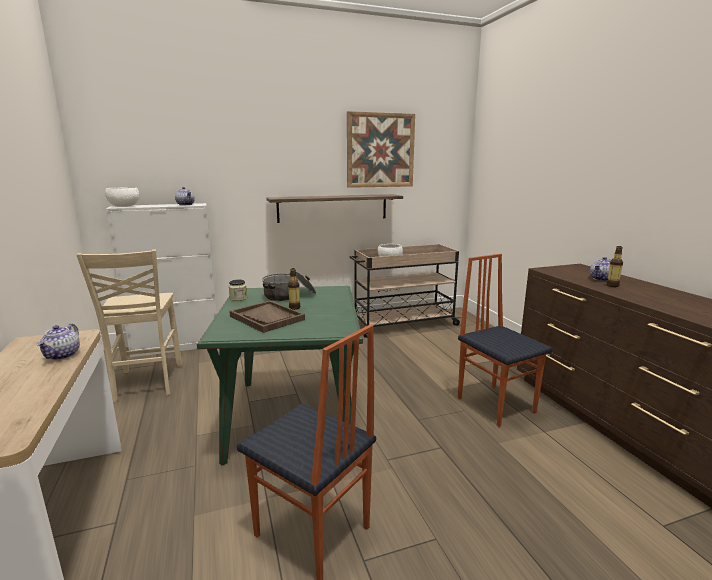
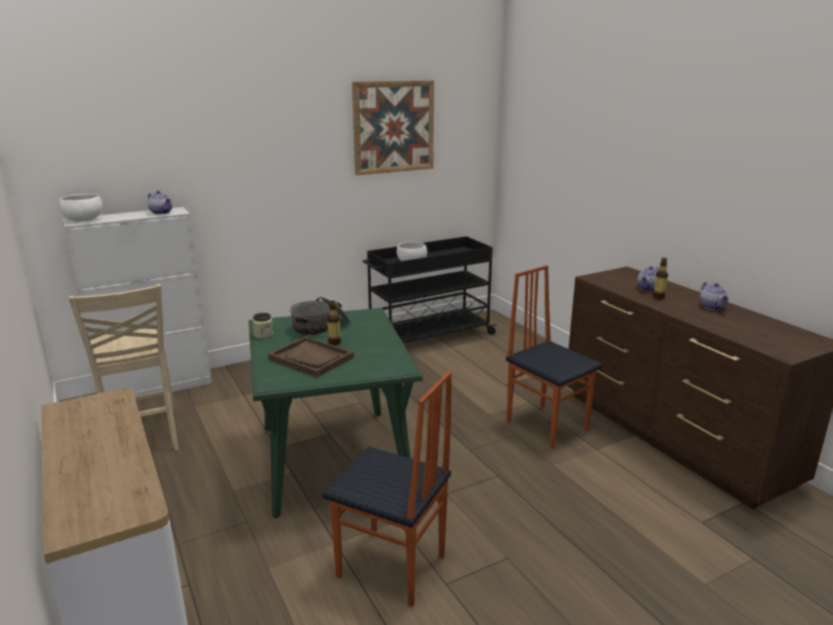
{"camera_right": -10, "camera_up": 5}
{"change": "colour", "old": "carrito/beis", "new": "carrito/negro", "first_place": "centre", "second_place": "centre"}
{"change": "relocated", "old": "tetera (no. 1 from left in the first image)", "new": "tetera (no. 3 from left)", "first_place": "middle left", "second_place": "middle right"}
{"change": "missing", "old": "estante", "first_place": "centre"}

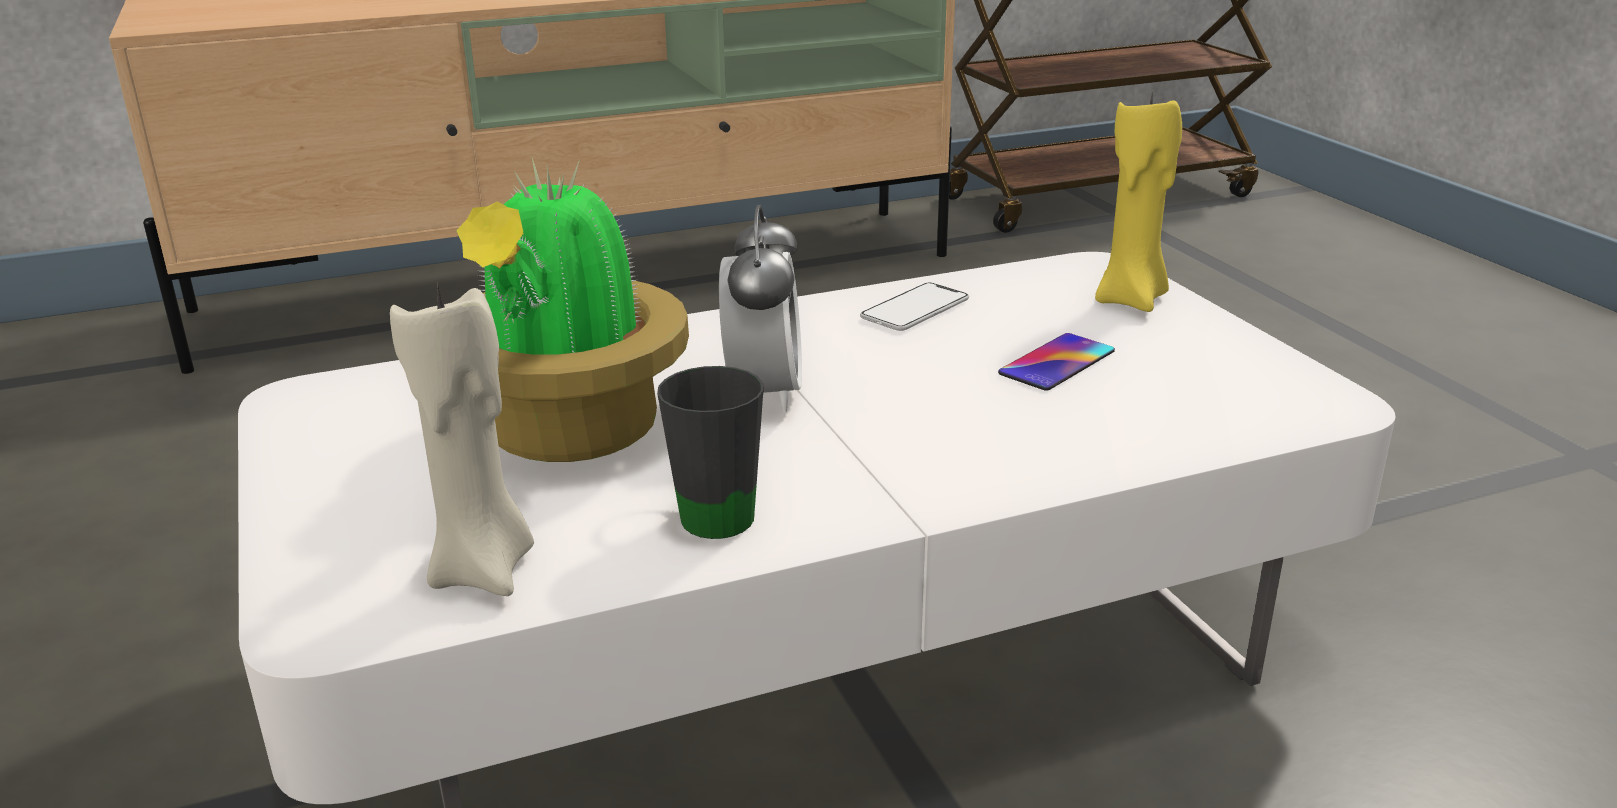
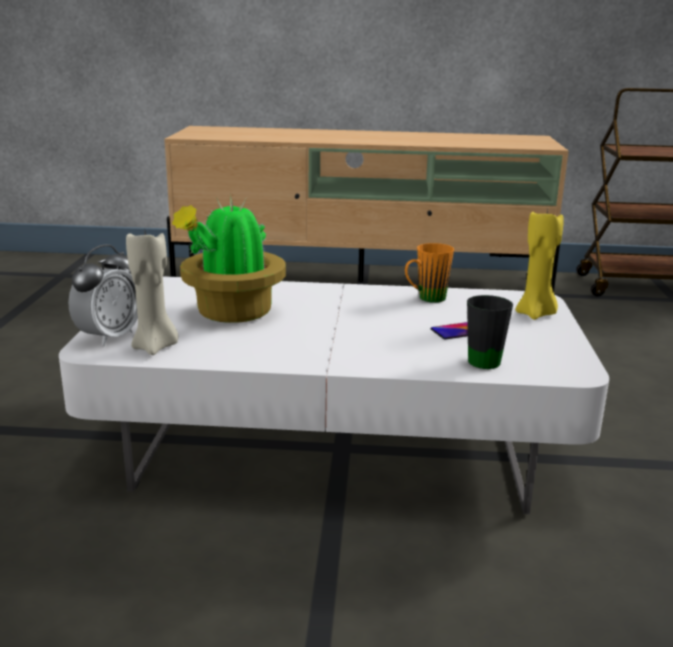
{"camera_right": 25, "camera_up": -5}
{"change": "relocated", "old": "despertador", "first_place": "centre", "second_place": "middle left"}
{"change": "exchanged", "old": "móvil (no. 1 from left)", "new": "taza grande/naranja", "first_place": "centre", "second_place": "centre"}
{"change": "relocated", "old": "taza grande/negro", "first_place": "centre", "second_place": "middle right"}

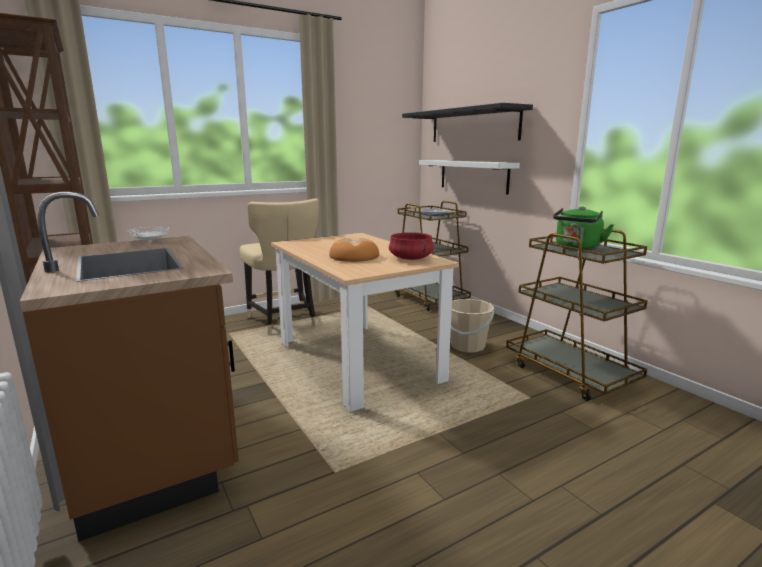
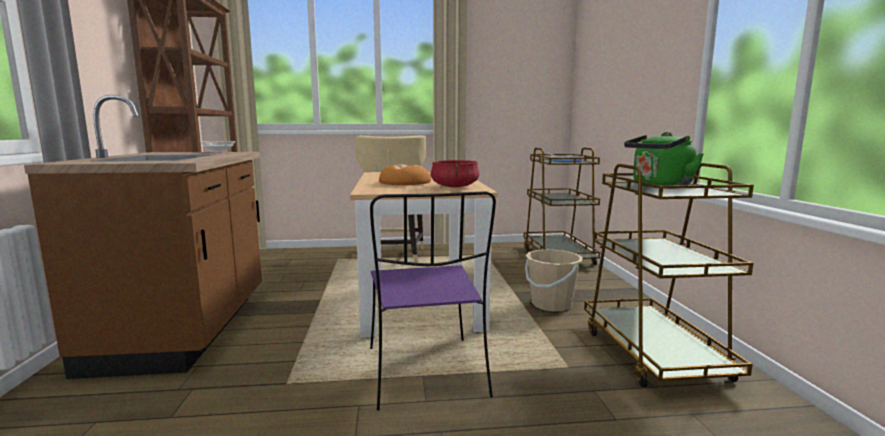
{"camera_right": 25, "camera_up": -5}
{"change": "appeared", "new": "silla/morado", "second_place": "bottom centre"}
{"change": "missing", "old": "estante/negro", "first_place": "top centre"}
{"change": "missing", "old": "estante/blanco", "first_place": "top centre"}

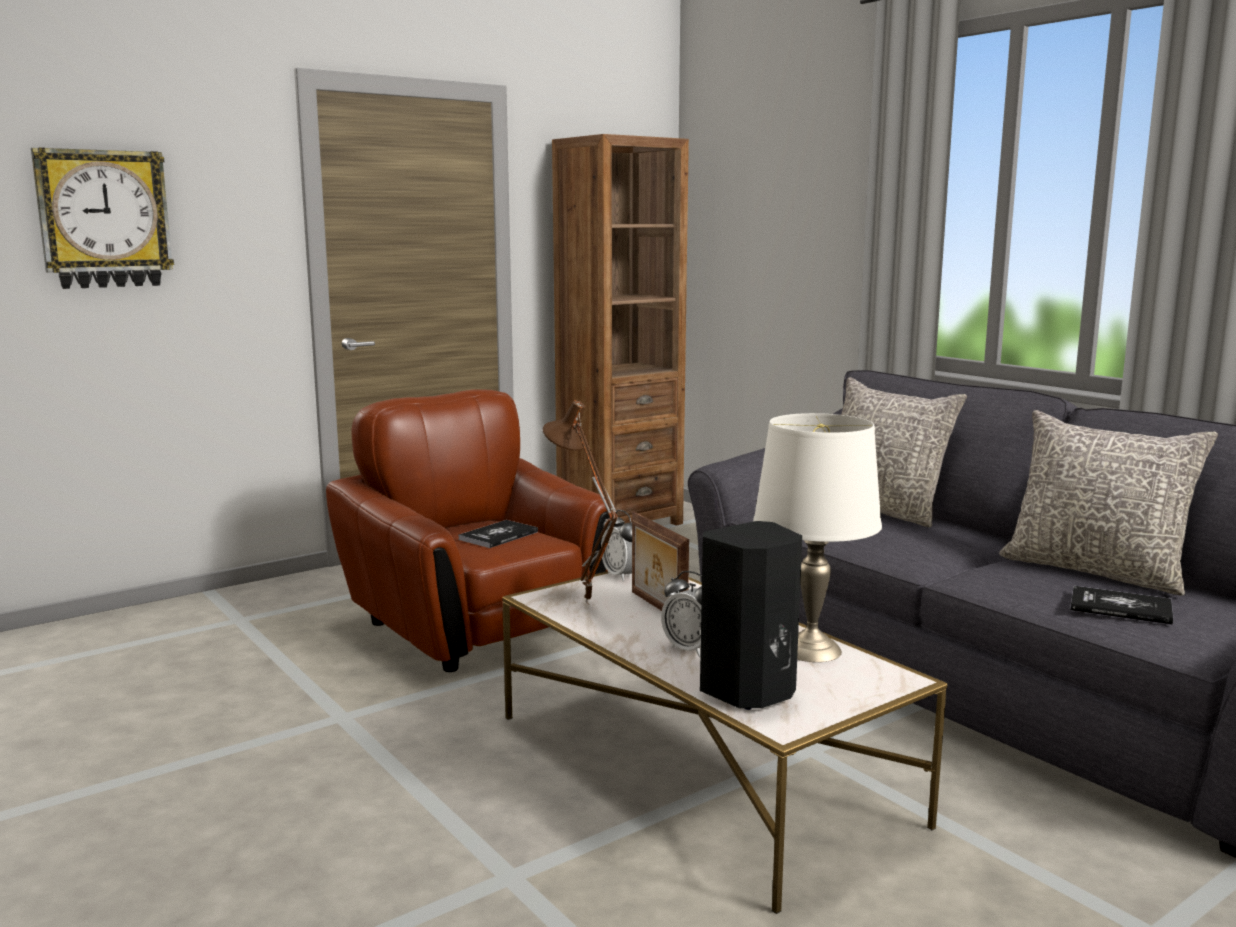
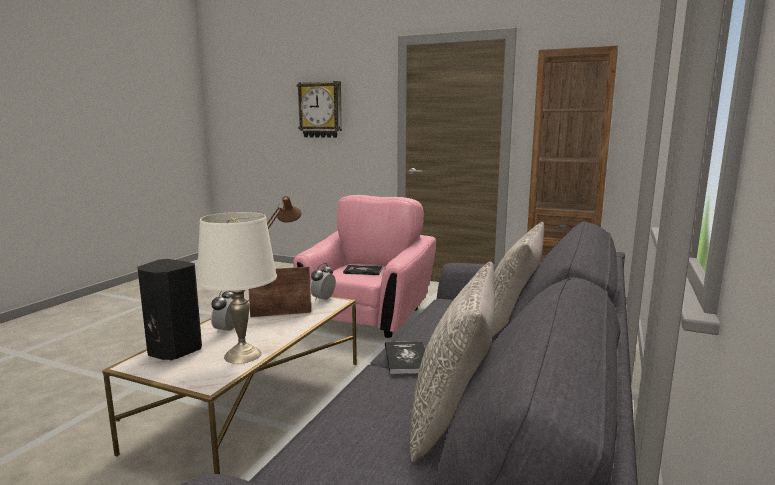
{"camera_right": 60, "camera_up": 0}
{"change": "spun", "old": "portarretratos", "first_place": "centre", "second_place": "centre", "degrees": 45}
{"change": "colour", "old": "sillón/marrón", "new": "sillón/rosa", "first_place": "centre", "second_place": "centre"}
{"change": "relocated", "old": "libro (no. 2 from left)", "first_place": "middle right", "second_place": "bottom centre"}

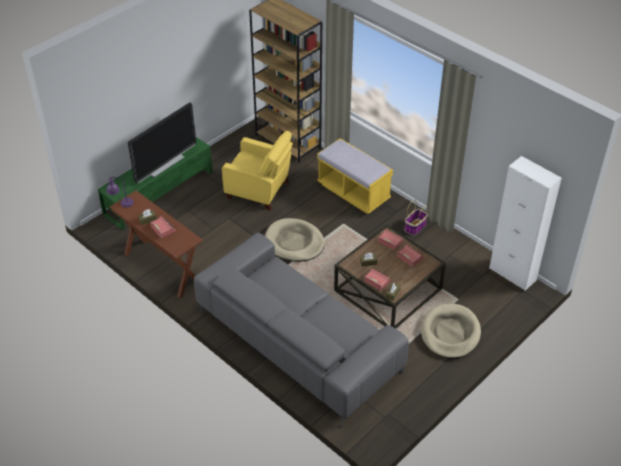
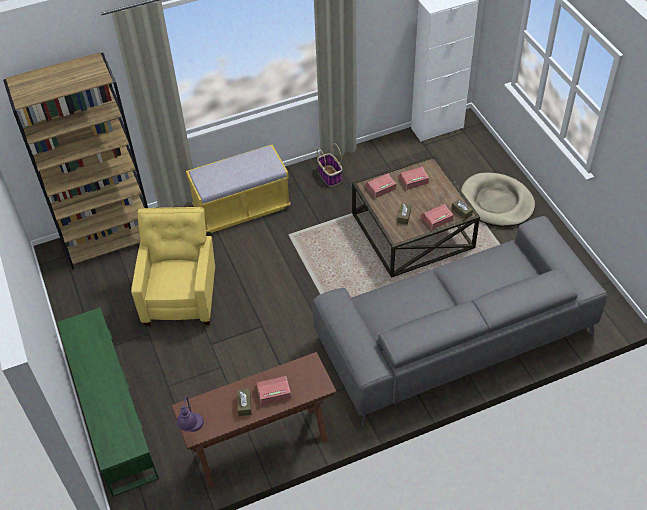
{"camera_right": -65, "camera_up": 5}
{"change": "spun", "old": "sillón/amarillo", "first_place": "centre", "second_place": "middle left", "degrees": -45}
{"change": "missing", "old": "televisor", "first_place": "top left"}
{"change": "missing", "old": "cama para perro/beis (no. 1 from left)", "first_place": "centre"}

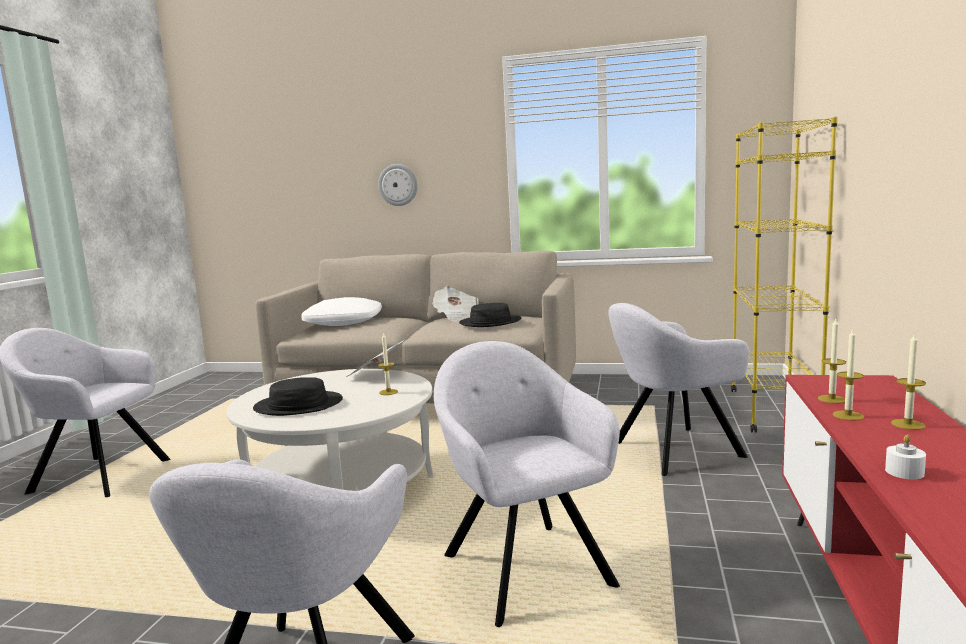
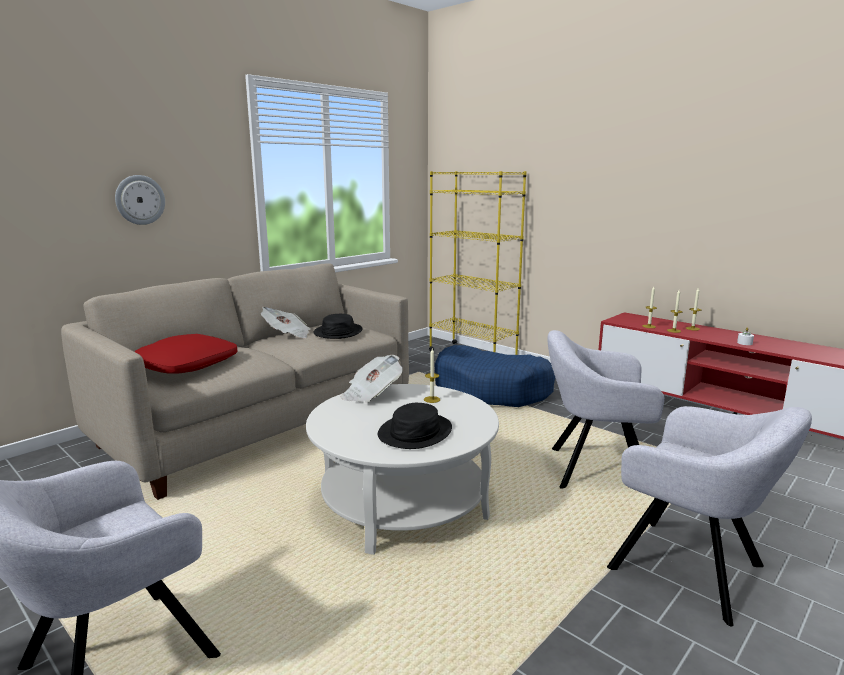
{"camera_right": -60, "camera_up": 5}
{"change": "colour", "old": "cojín/blanco", "new": "cojín/rojo", "first_place": "centre", "second_place": "middle left"}
{"change": "exchanged", "old": "sillón/gris (no. 4 from left)", "new": "cama para perro/azul", "first_place": "middle right", "second_place": "centre"}

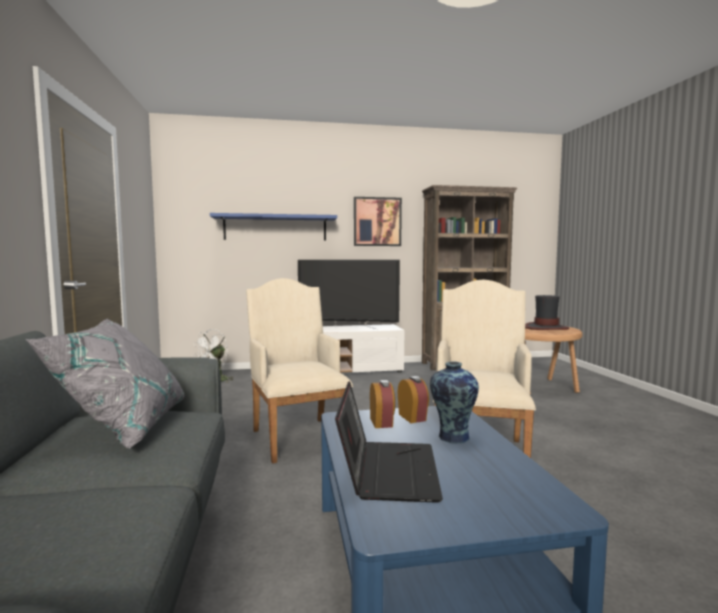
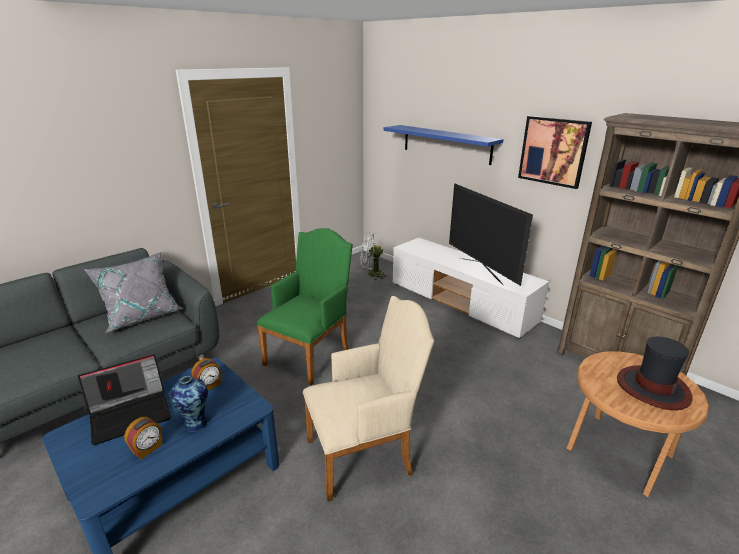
{"camera_right": 55, "camera_up": 20}
{"change": "relocated", "old": "despertador (no. 2 from left in the first image)", "new": "despertador (no. 1 from left)", "first_place": "centre", "second_place": "bottom left"}
{"change": "colour", "old": "sillón/beis (no. 1 from left)", "new": "sillón/verde", "first_place": "centre", "second_place": "centre"}

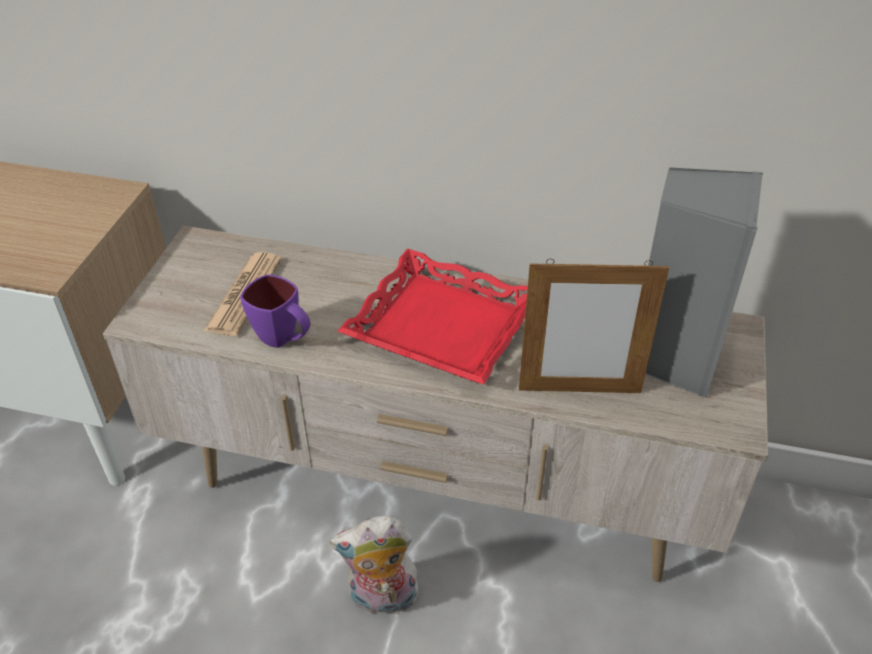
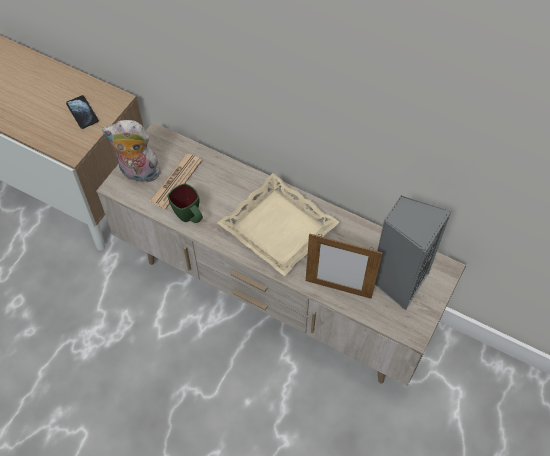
{"camera_right": 15, "camera_up": 15}
{"change": "appeared", "new": "móvil", "second_place": "top left"}
{"change": "relocated", "old": "peluche", "first_place": "bottom centre", "second_place": "middle left"}
{"change": "colour", "old": "taza grande/morado", "new": "taza grande/verde", "first_place": "middle left", "second_place": "centre"}
{"change": "colour", "old": "bandeja/rojo", "new": "bandeja/beis", "first_place": "centre", "second_place": "centre"}

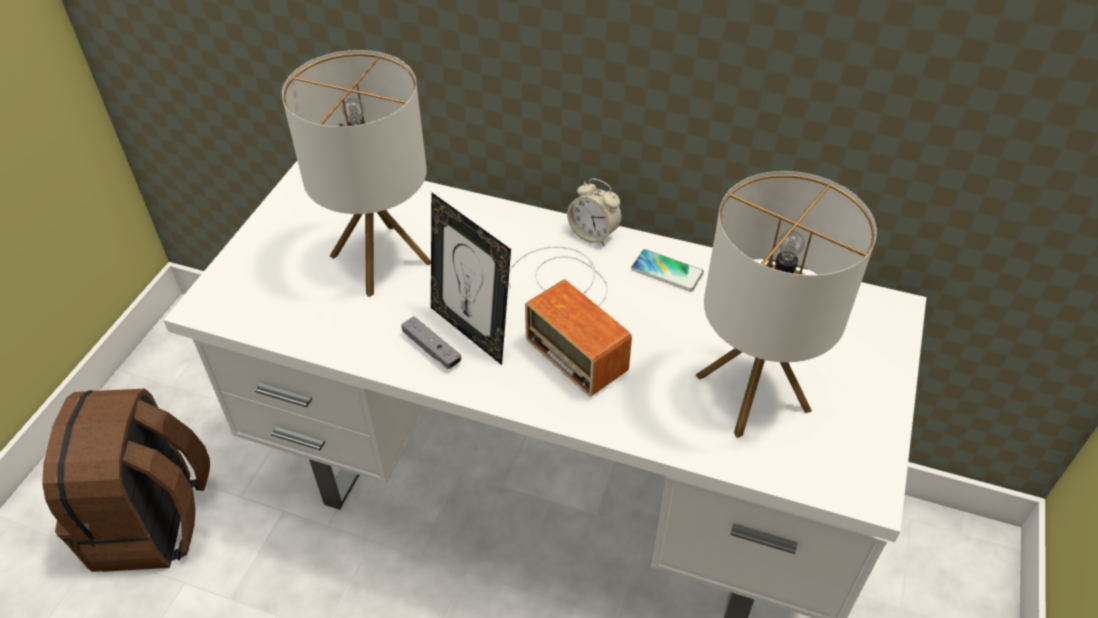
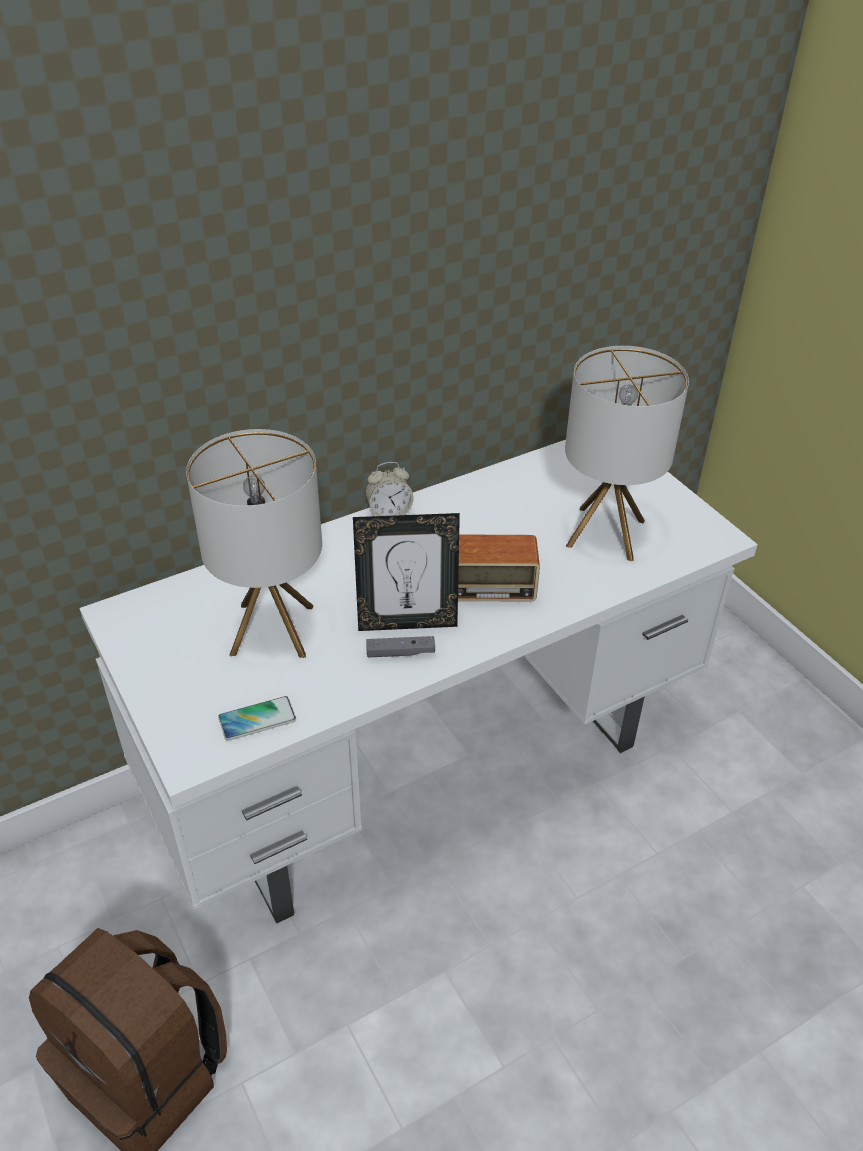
{"camera_right": -50, "camera_up": -5}
{"change": "relocated", "old": "móvil", "first_place": "centre", "second_place": "middle left"}

